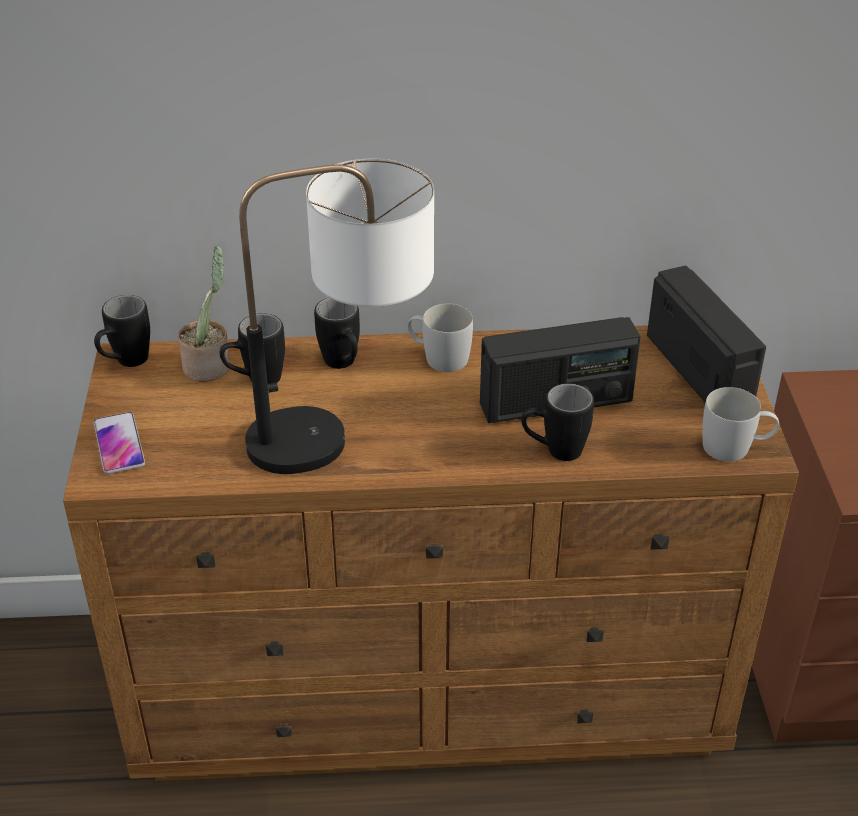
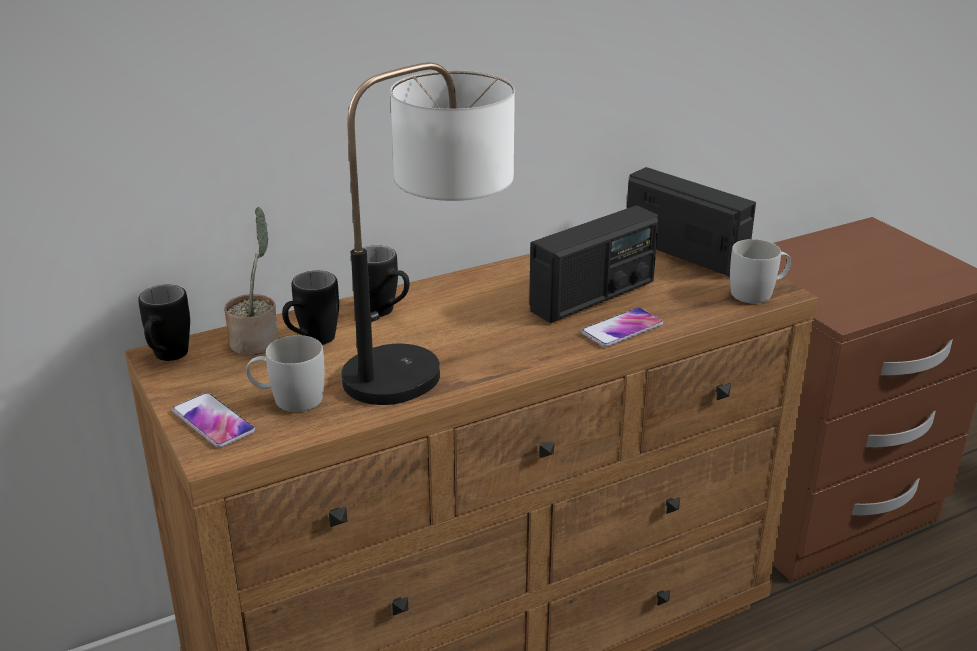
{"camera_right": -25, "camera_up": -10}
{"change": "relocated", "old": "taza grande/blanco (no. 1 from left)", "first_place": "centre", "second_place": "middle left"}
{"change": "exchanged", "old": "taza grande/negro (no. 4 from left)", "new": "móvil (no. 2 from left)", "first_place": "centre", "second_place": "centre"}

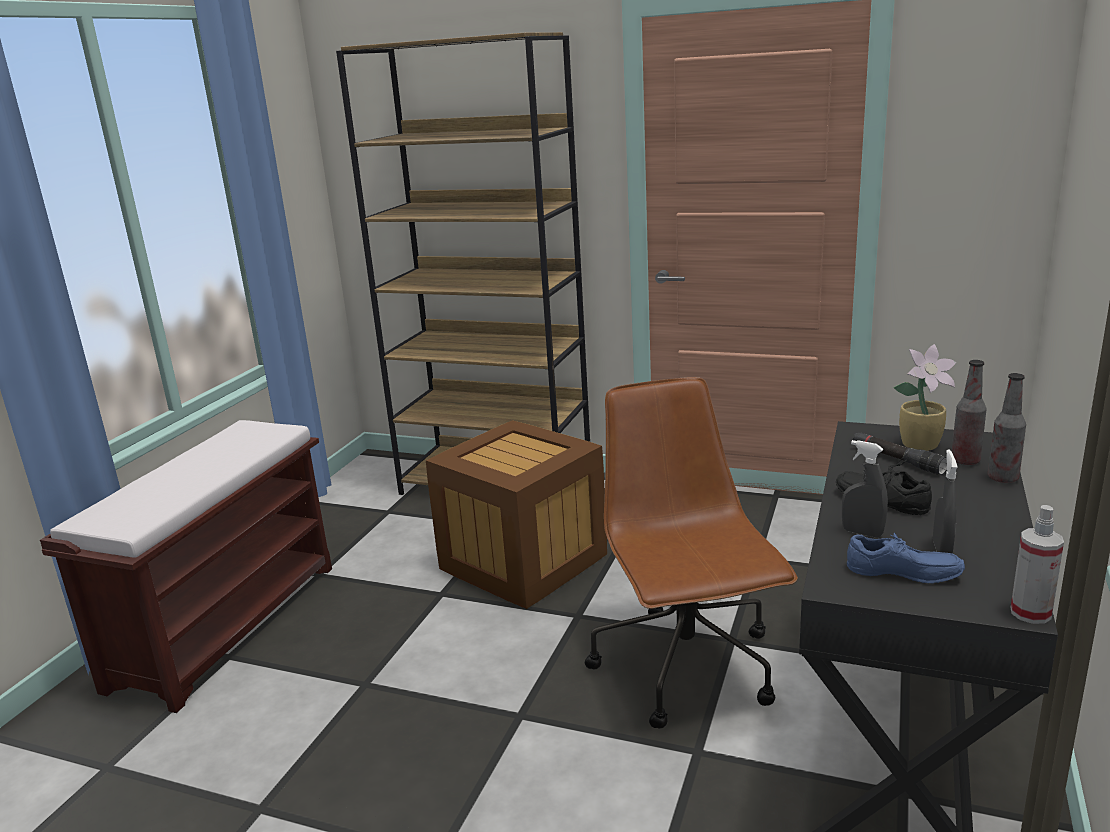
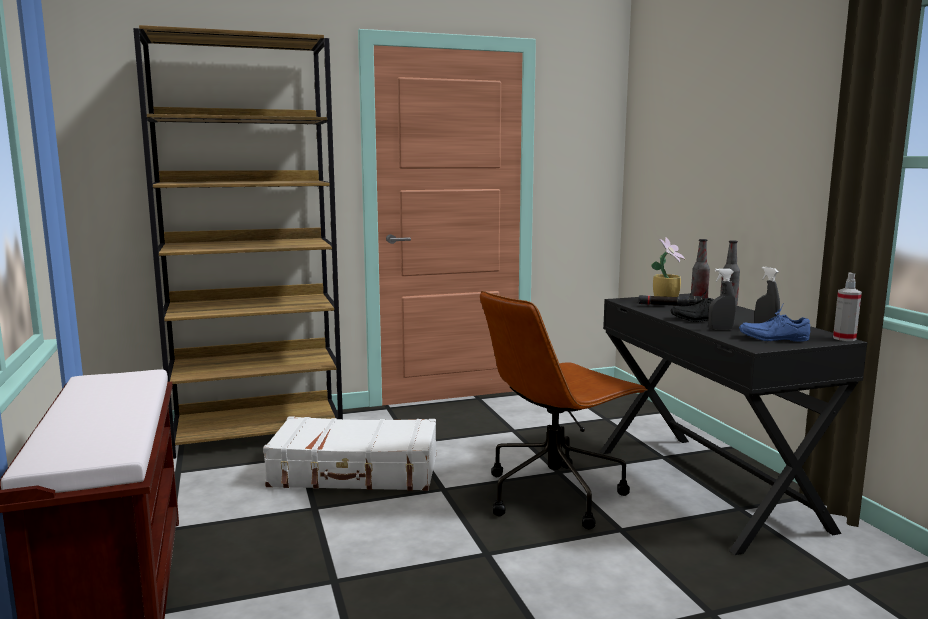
{"camera_right": -40, "camera_up": -10}
{"change": "exchanged", "old": "caja de embalaje", "new": "maleta/blanco", "first_place": "centre", "second_place": "bottom centre"}
{"change": "spun", "old": "silla de oficina/marrón", "first_place": "centre", "second_place": "centre", "degrees": -75}
{"change": "spun", "old": "zapato/azul", "first_place": "bottom right", "second_place": "middle right", "degrees": -150}

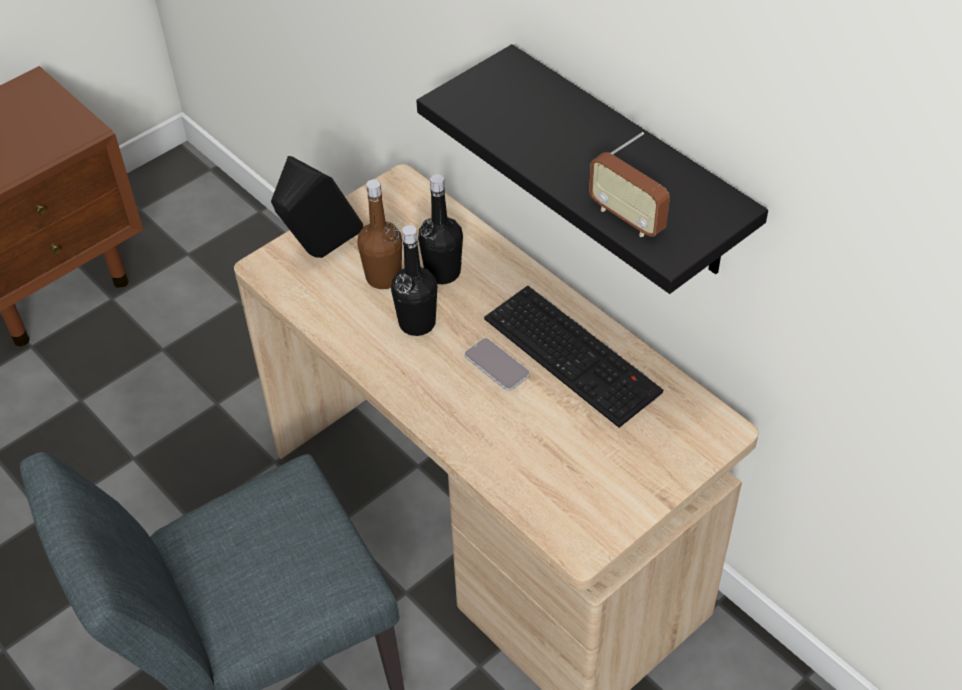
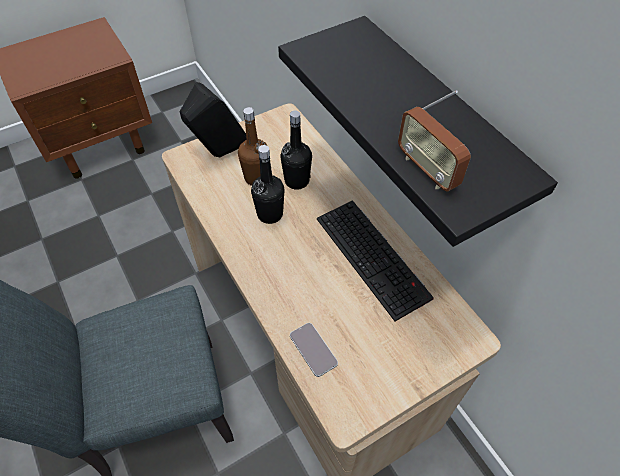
{"camera_right": 10, "camera_up": 5}
{"change": "relocated", "old": "móvil", "first_place": "centre", "second_place": "bottom centre"}

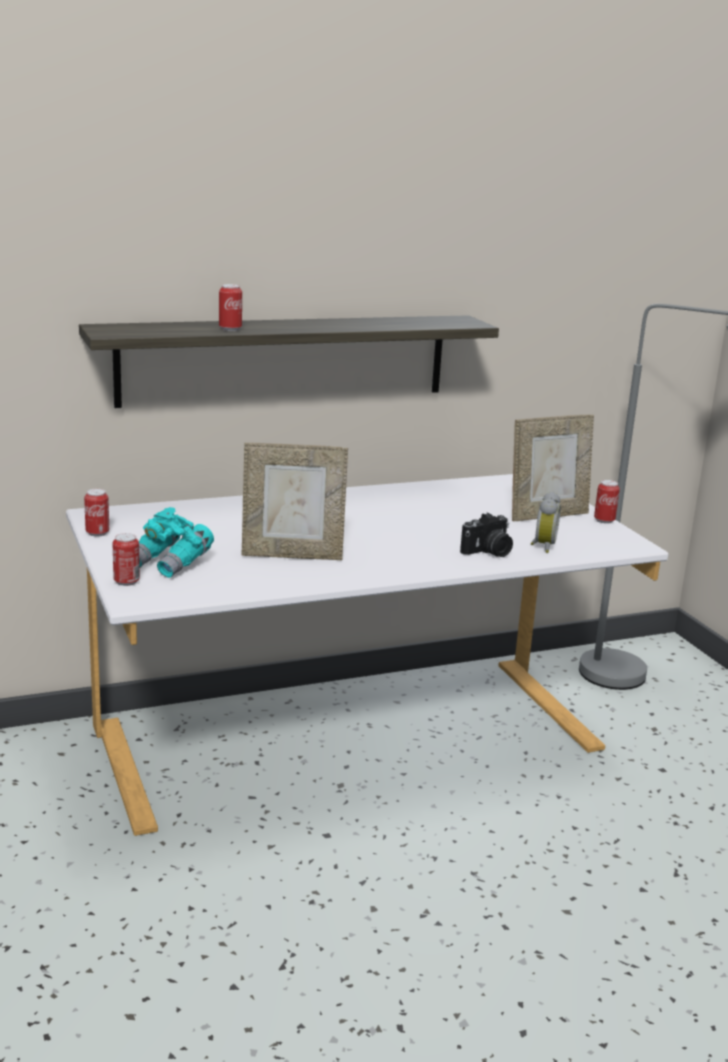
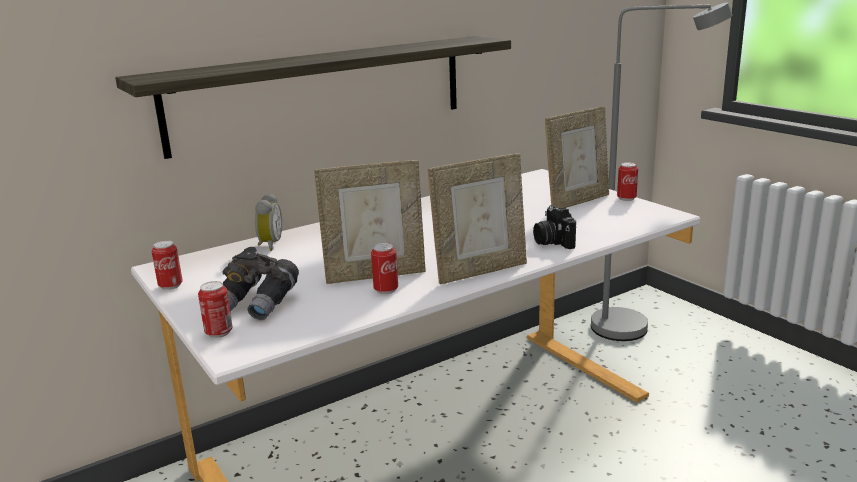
{"camera_right": -10, "camera_up": 0}
{"change": "colour", "old": "prismáticos/turquesa", "new": "prismáticos/gris", "first_place": "middle left", "second_place": "middle left"}
{"change": "relocated", "old": "despertador", "first_place": "middle right", "second_place": "middle left"}
{"change": "relocated", "old": "lata (no. 3 from left)", "first_place": "top left", "second_place": "centre"}
{"change": "appeared", "new": "portarretratos (no. 2 from left)", "second_place": "centre"}
{"change": "spun", "old": "cámara", "first_place": "middle right", "second_place": "centre", "degrees": 120}

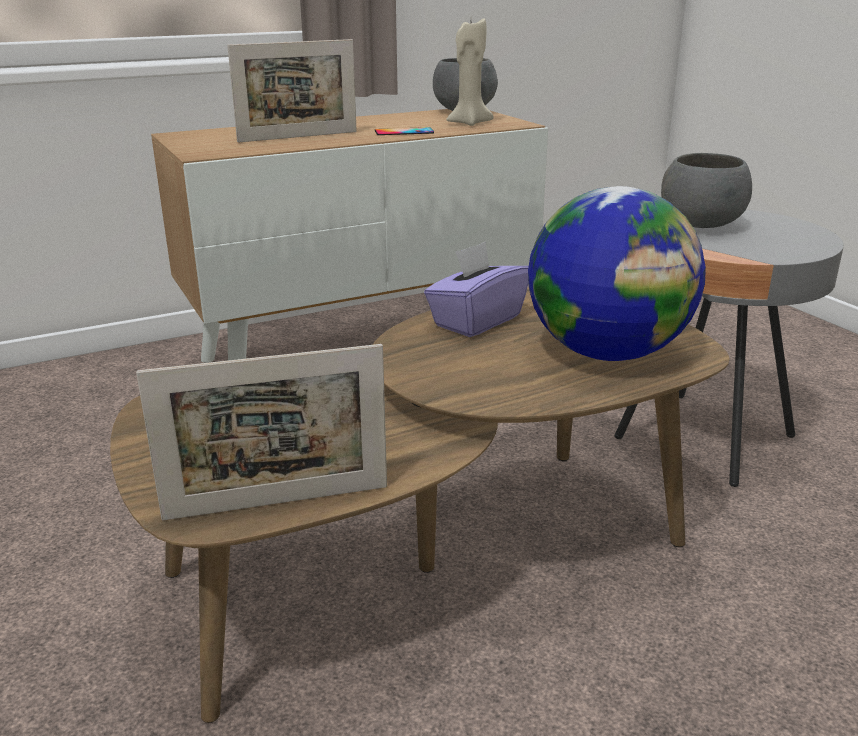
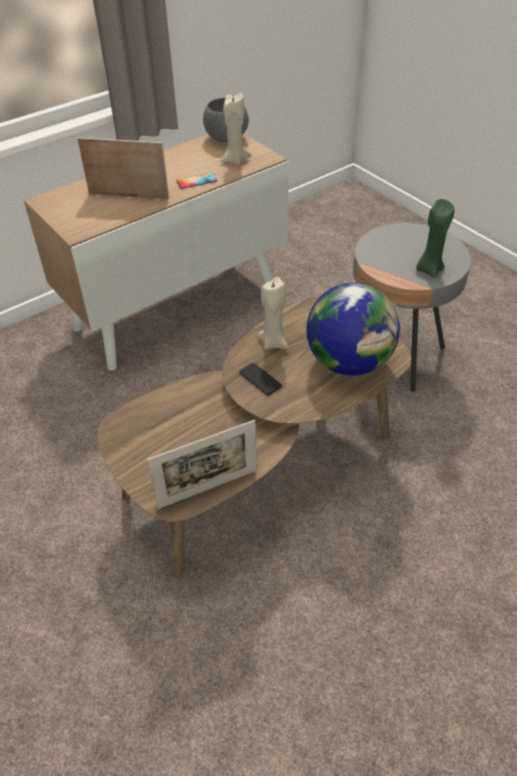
{"camera_right": -10, "camera_up": 20}
{"change": "spun", "old": "portarretratos (no. 2 from left in the first image)", "first_place": "top centre", "second_place": "top left", "degrees": -135}
{"change": "appeared", "new": "móvil (no. 2 from left)", "second_place": "centre"}
{"change": "exchanged", "old": "caja de pañuelos/morado", "new": "vela/beis (no. 2 from left)", "first_place": "centre", "second_place": "centre"}
{"change": "appeared", "new": "vela/verde", "second_place": "top right"}
{"change": "missing", "old": "cuenco/gris (no. 2 from left)", "first_place": "top right"}

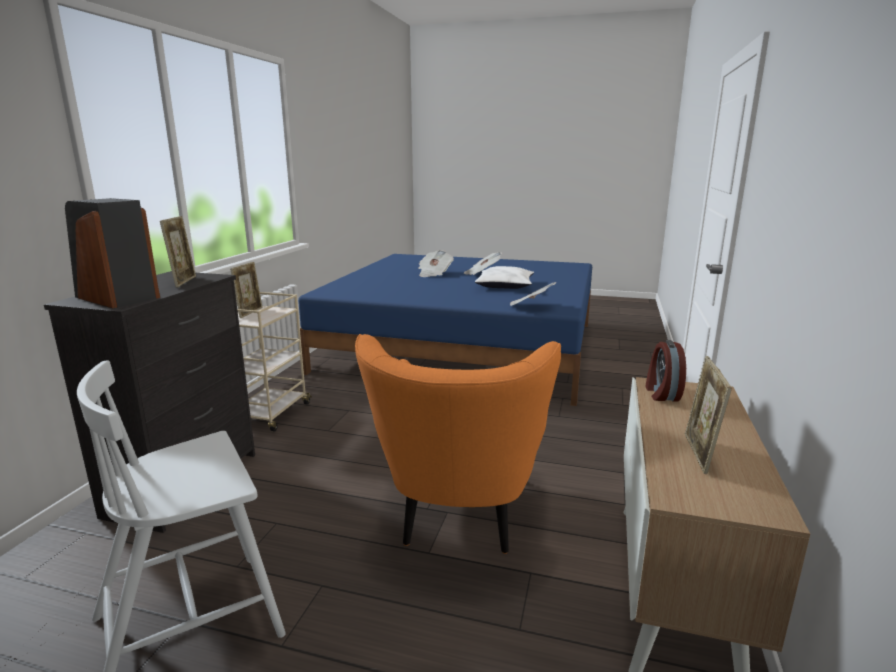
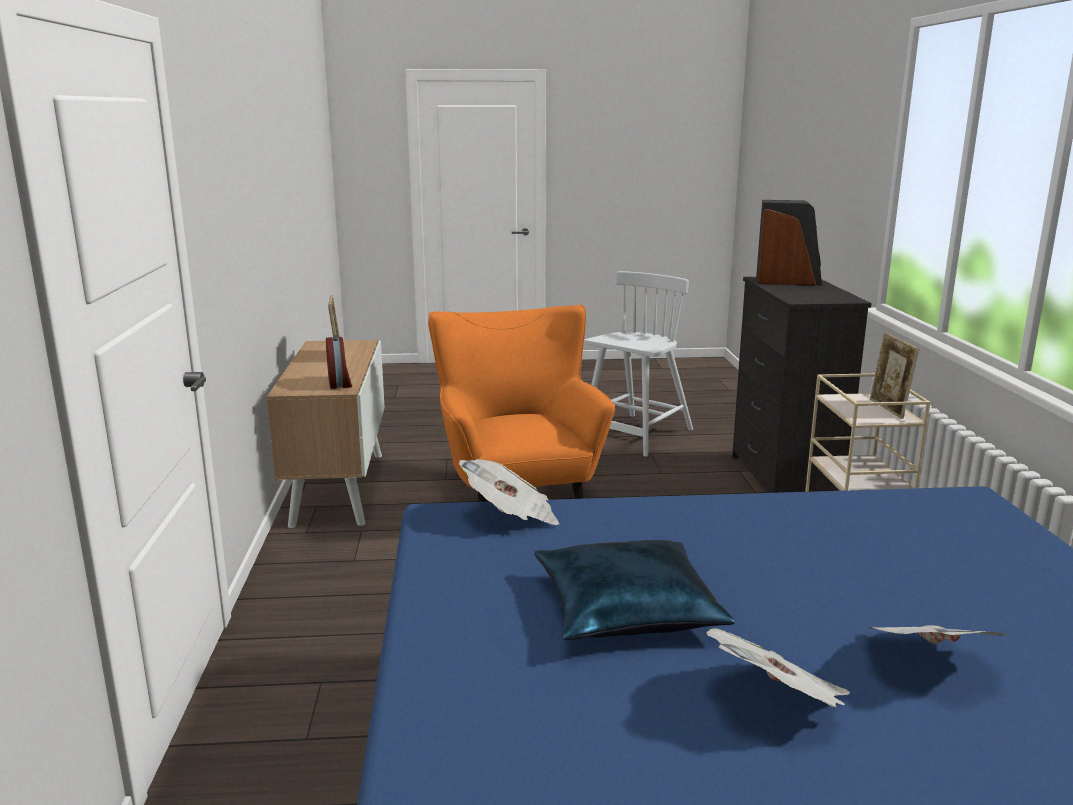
{"camera_right": 160, "camera_up": 0}
{"change": "colour", "old": "cojín/blanco", "new": "cojín/azul", "first_place": "centre", "second_place": "bottom centre"}
{"change": "missing", "old": "portarretratos (no. 1 from left)", "first_place": "middle left"}

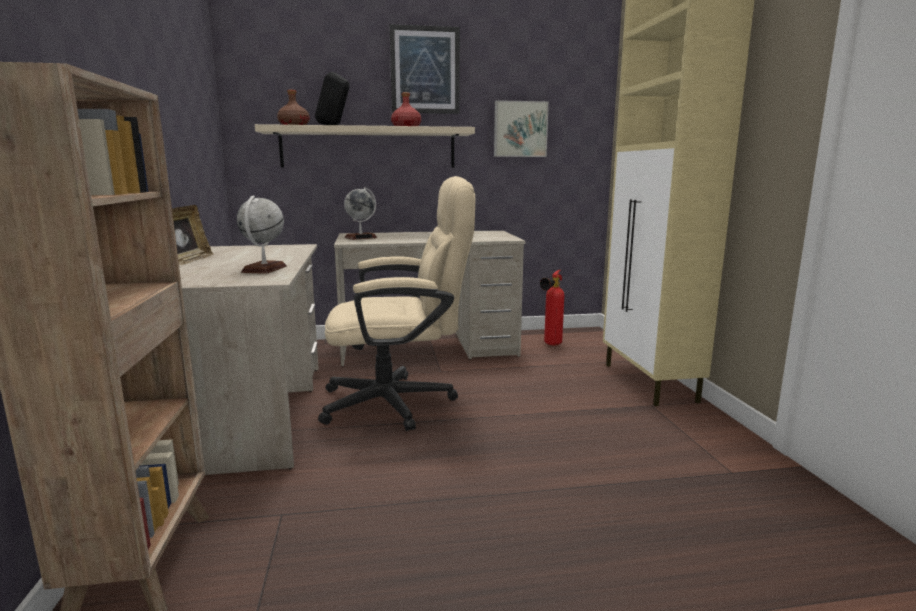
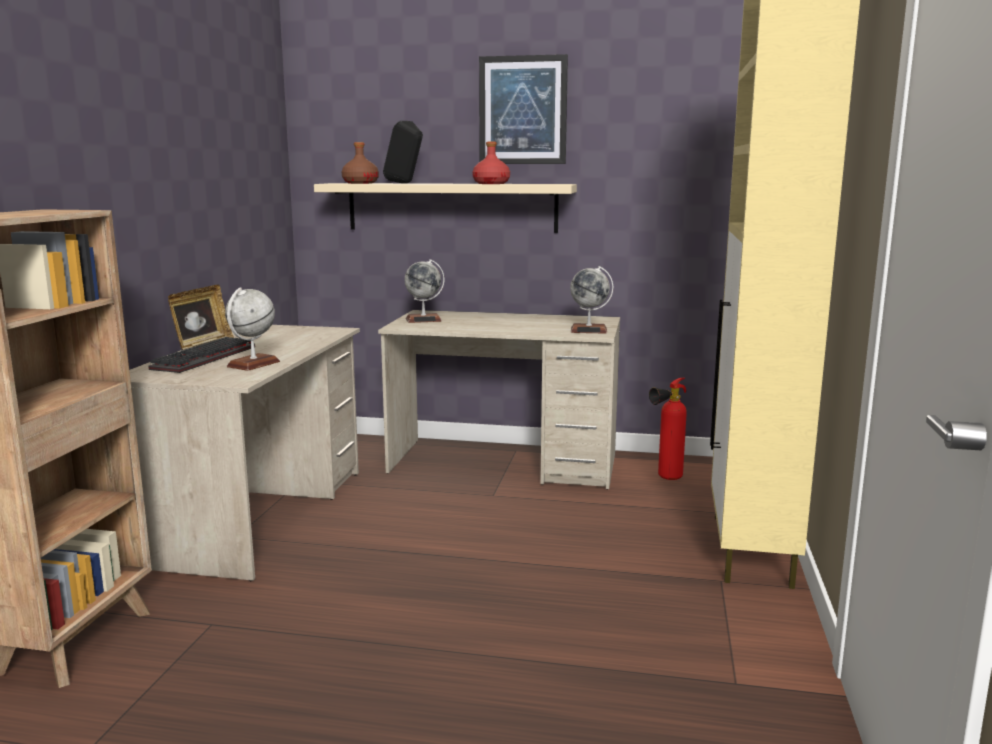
{"camera_right": 20, "camera_up": 0}
{"change": "appeared", "new": "teclado", "second_place": "middle left"}
{"change": "appeared", "new": "globo terráqueo (no. 3 from left)", "second_place": "centre"}
{"change": "missing", "old": "silla de oficina/beis", "first_place": "centre"}
{"change": "missing", "old": "cuadro (no. 2 from left)", "first_place": "top centre"}

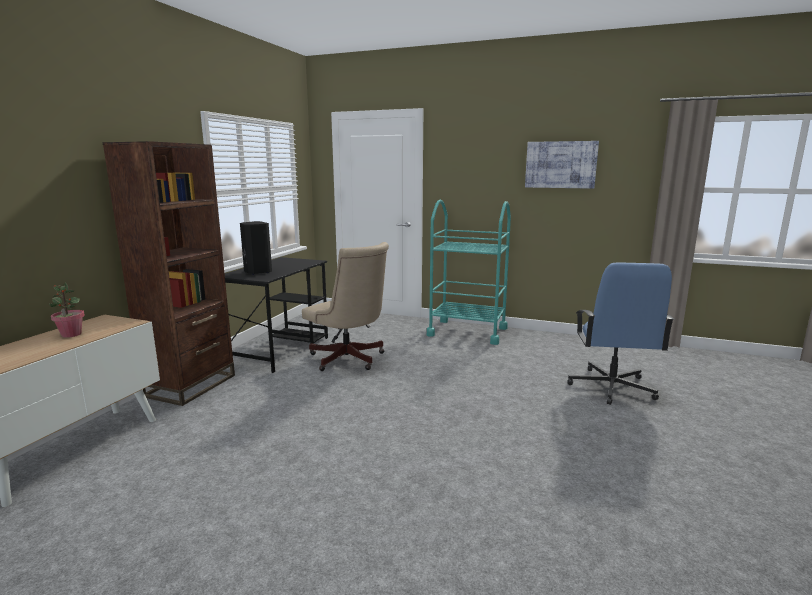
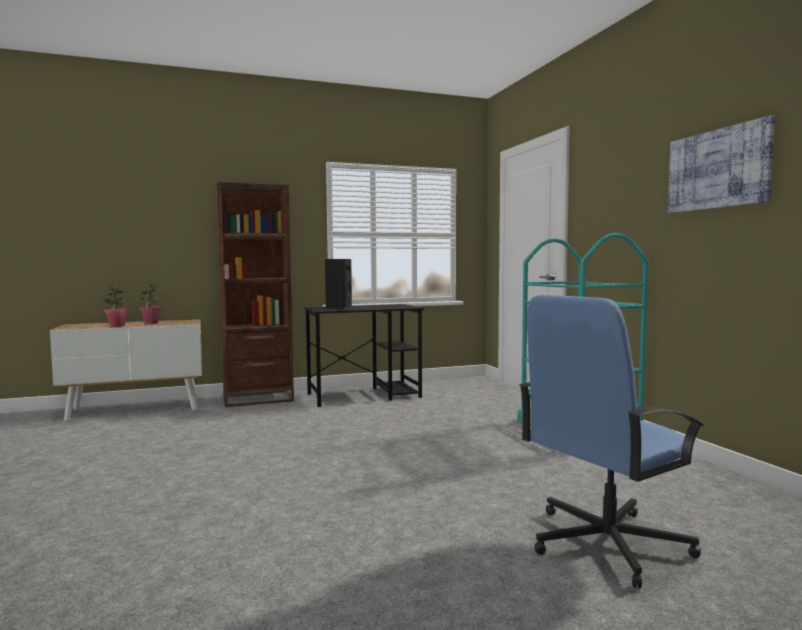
{"camera_right": 50, "camera_up": -10}
{"change": "appeared", "new": "planta en maceta (no. 1 from left)", "second_place": "middle left"}
{"change": "missing", "old": "silla de oficina/beis", "first_place": "centre"}

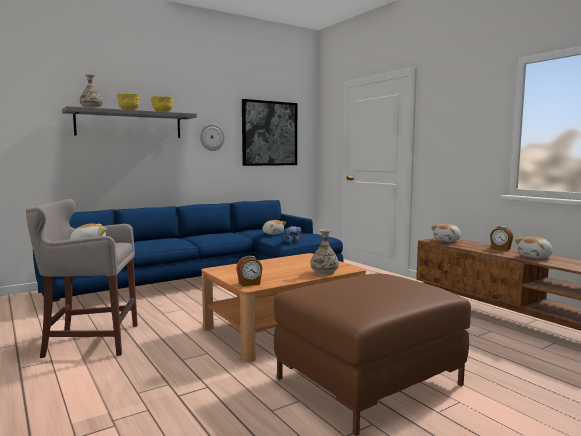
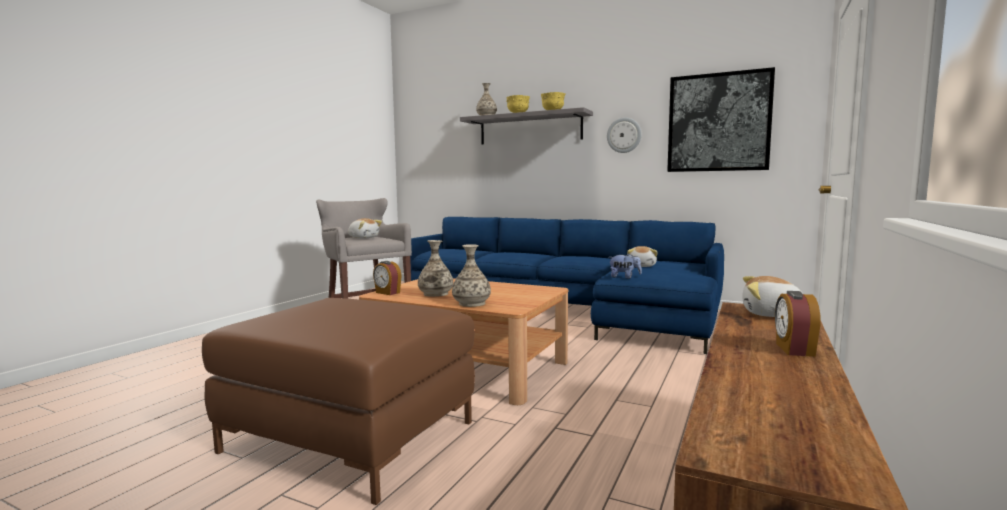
{"camera_right": 60, "camera_up": 0}
{"change": "appeared", "new": "florero (no. 1 from left)", "second_place": "centre"}
{"change": "missing", "old": "peluche (no. 5 from left)", "first_place": "middle right"}

